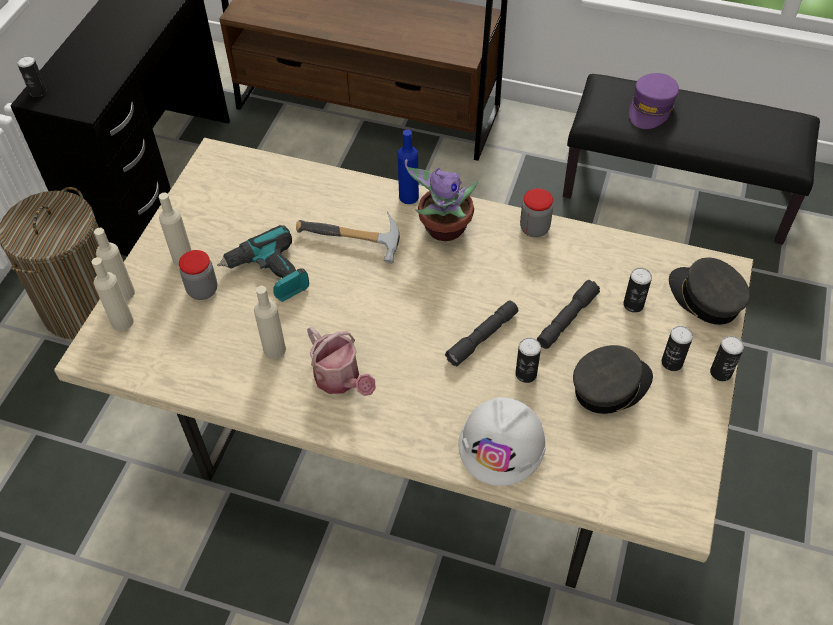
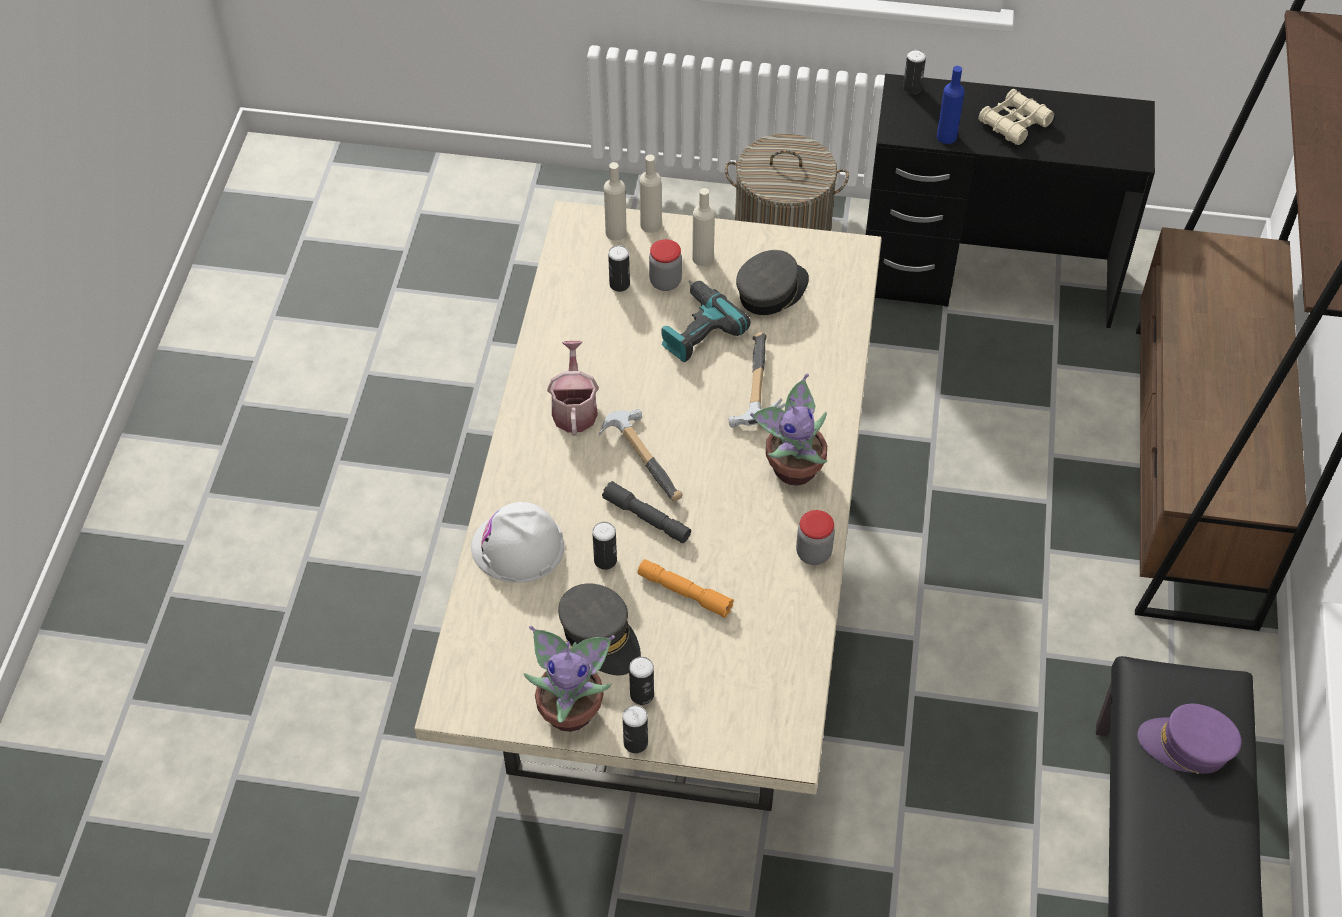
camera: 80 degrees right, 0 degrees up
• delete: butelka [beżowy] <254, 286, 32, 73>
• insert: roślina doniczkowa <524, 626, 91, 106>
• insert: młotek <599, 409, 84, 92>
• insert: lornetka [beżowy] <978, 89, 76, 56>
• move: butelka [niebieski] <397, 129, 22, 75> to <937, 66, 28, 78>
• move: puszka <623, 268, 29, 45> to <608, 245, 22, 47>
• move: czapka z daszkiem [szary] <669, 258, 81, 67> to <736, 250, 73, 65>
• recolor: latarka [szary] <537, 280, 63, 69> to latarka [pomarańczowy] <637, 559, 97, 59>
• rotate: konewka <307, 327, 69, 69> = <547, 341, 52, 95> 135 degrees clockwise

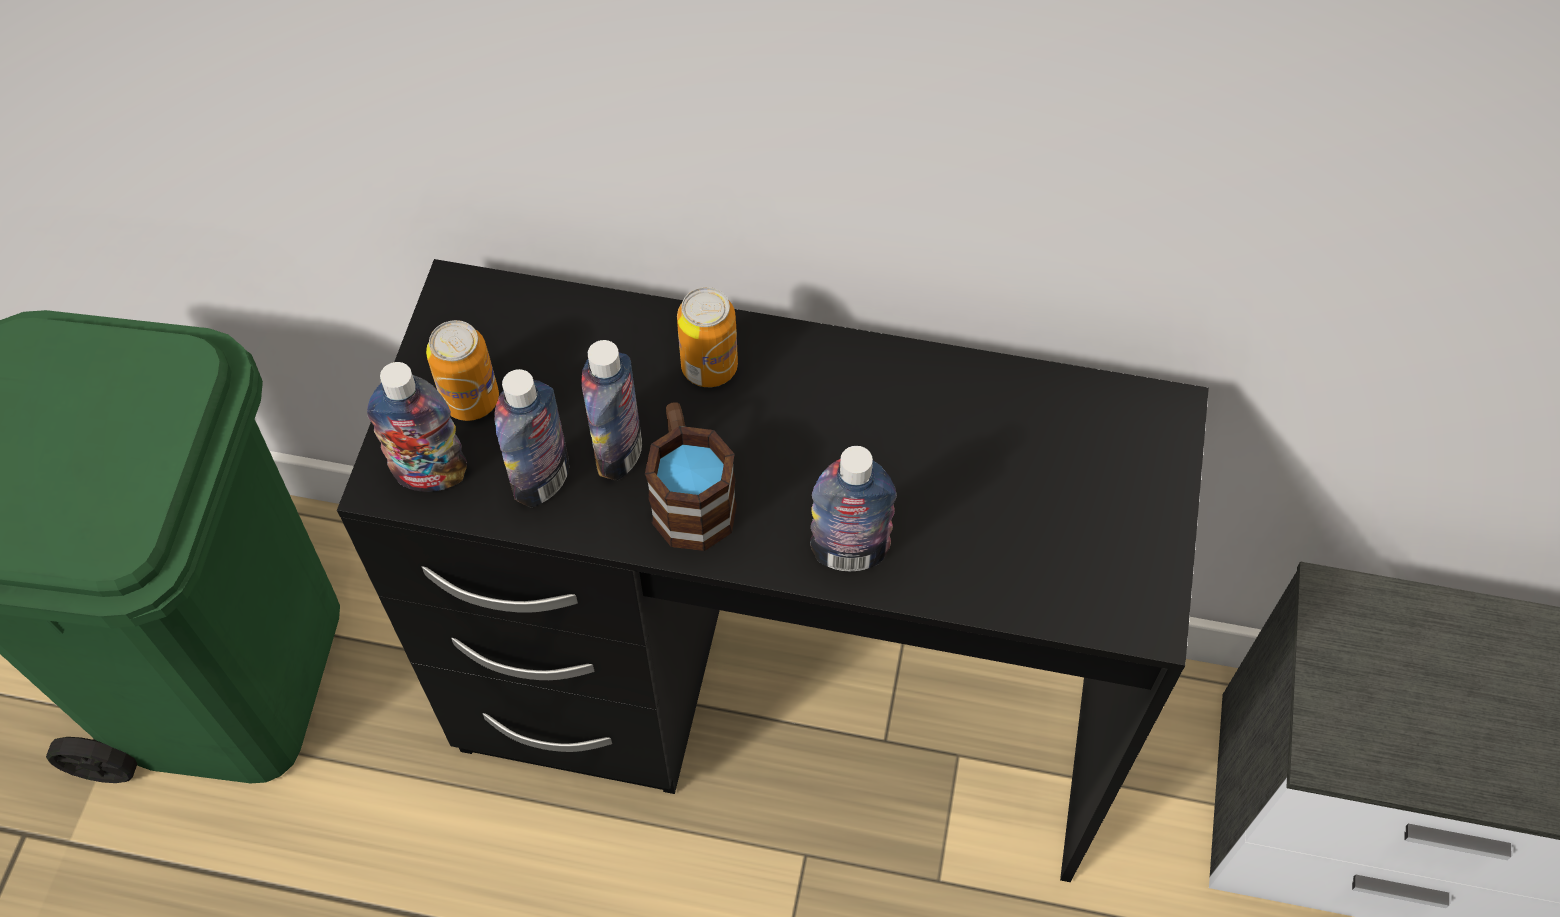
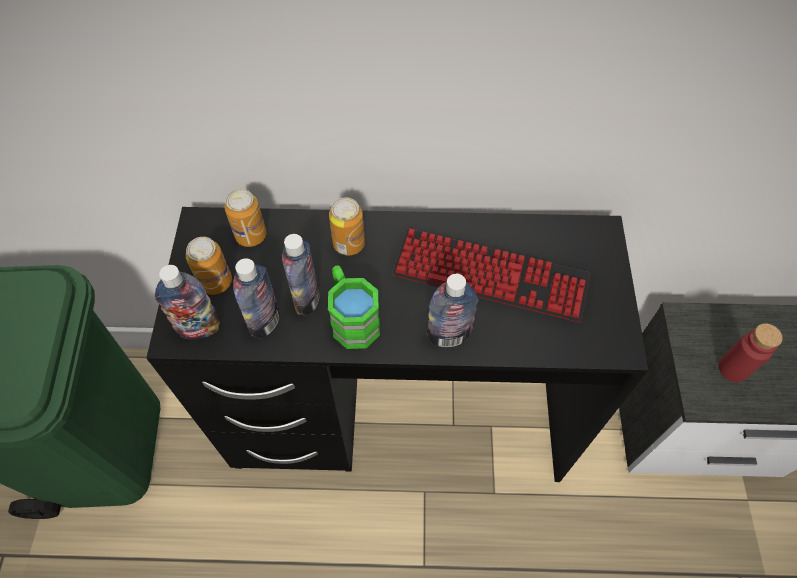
camera: 10 degrees left, 0 degrees up
• insert: puszka <224, 189, 43, 58>
• insert: klawiatura <392, 229, 198, 94>
• insert: butelka [czerwony] <719, 323, 64, 59>
• recolor: kubek [brązowy] <645, 402, 92, 149> to kubek [zielony] <328, 265, 52, 84>

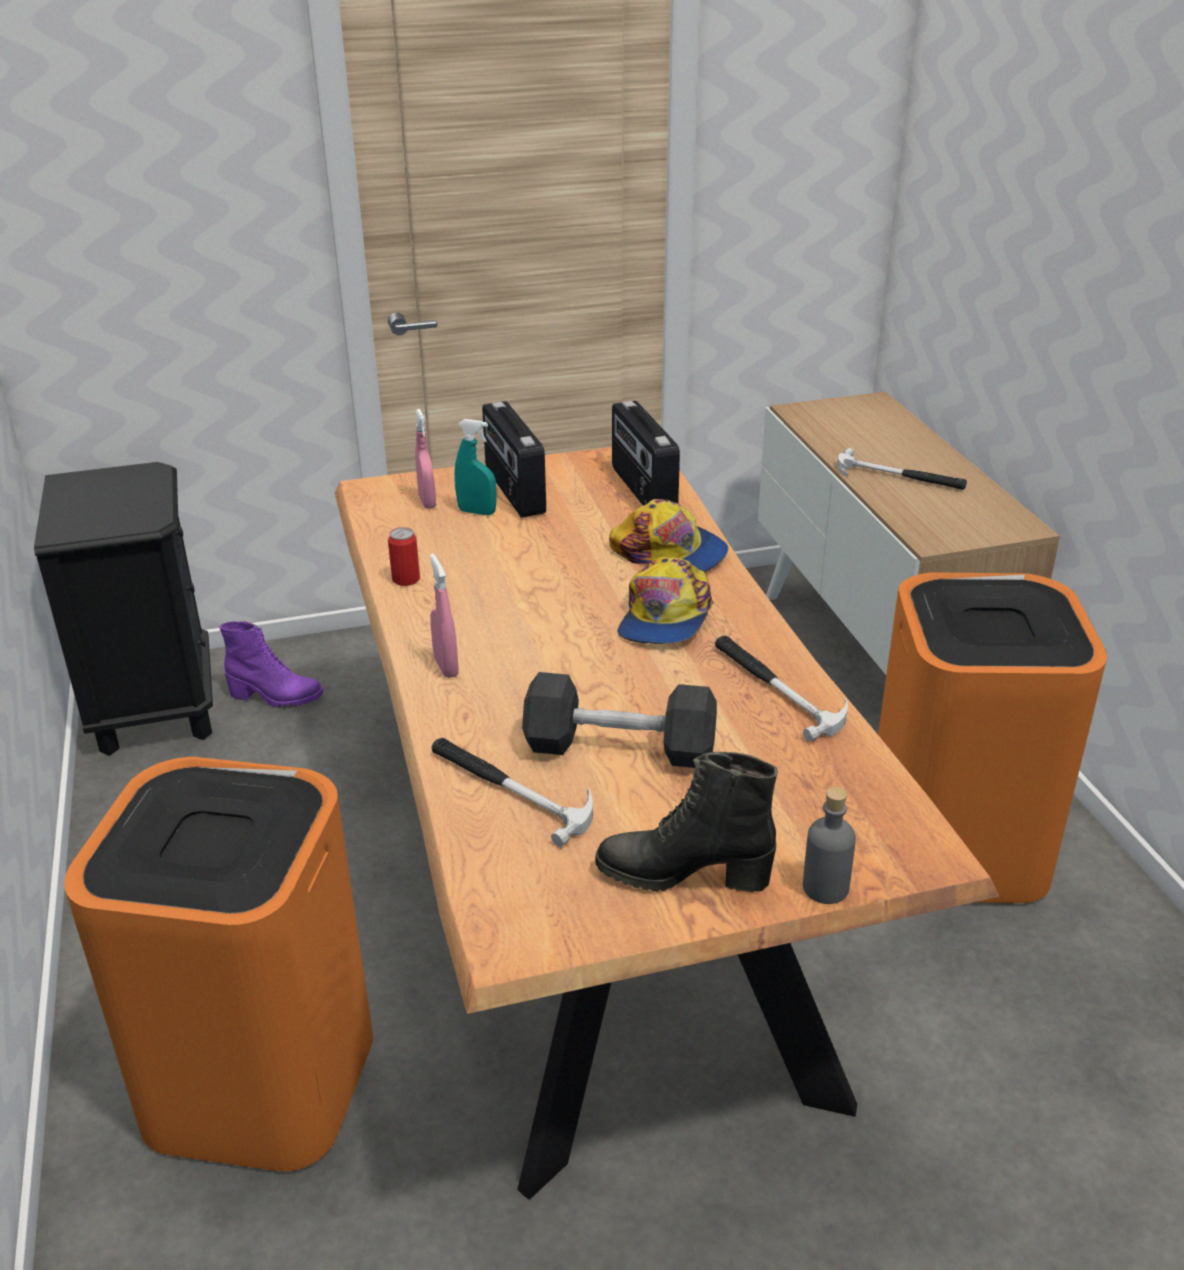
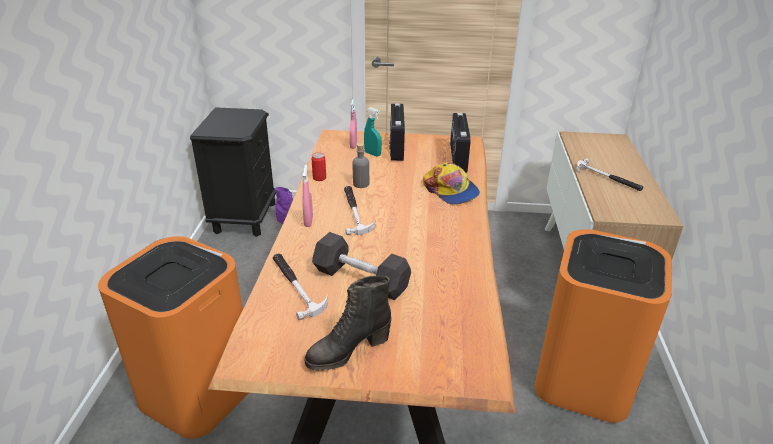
camera: 20 degrees right, 0 degrees up
• delete: czapka z daszkiem <618, 557, 95, 87>
• move: młotek <715, 636, 133, 106> to <344, 186, 31, 49>
• move: butelka [szary] <803, 787, 53, 117> to <352, 143, 17, 45>
• rotate: but z cholewką [czarny] <595, 752, 183, 140> = <304, 276, 87, 95> 60 degrees counterclockwise

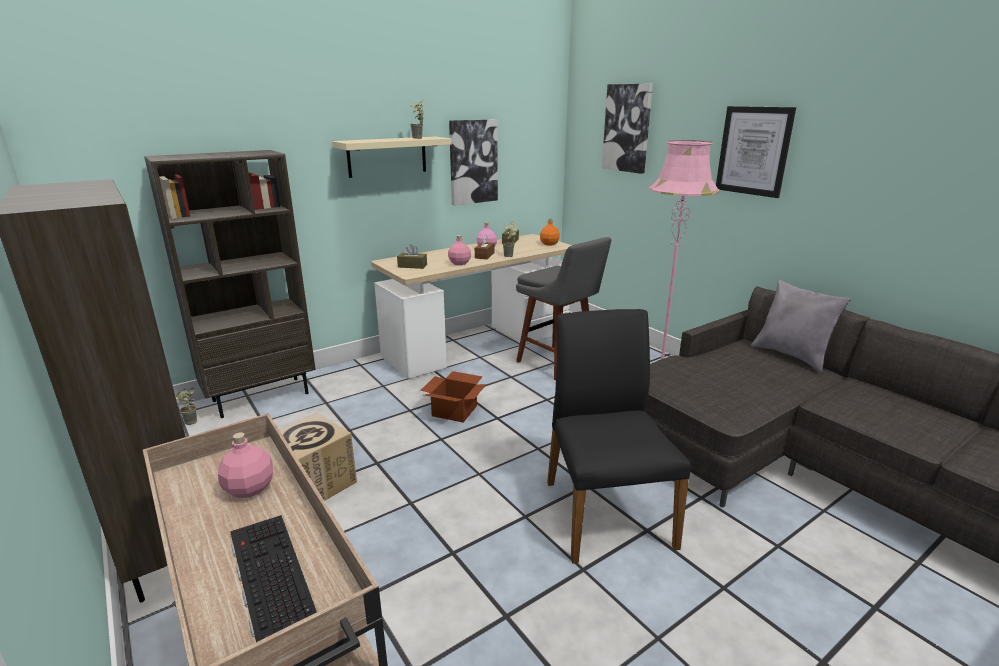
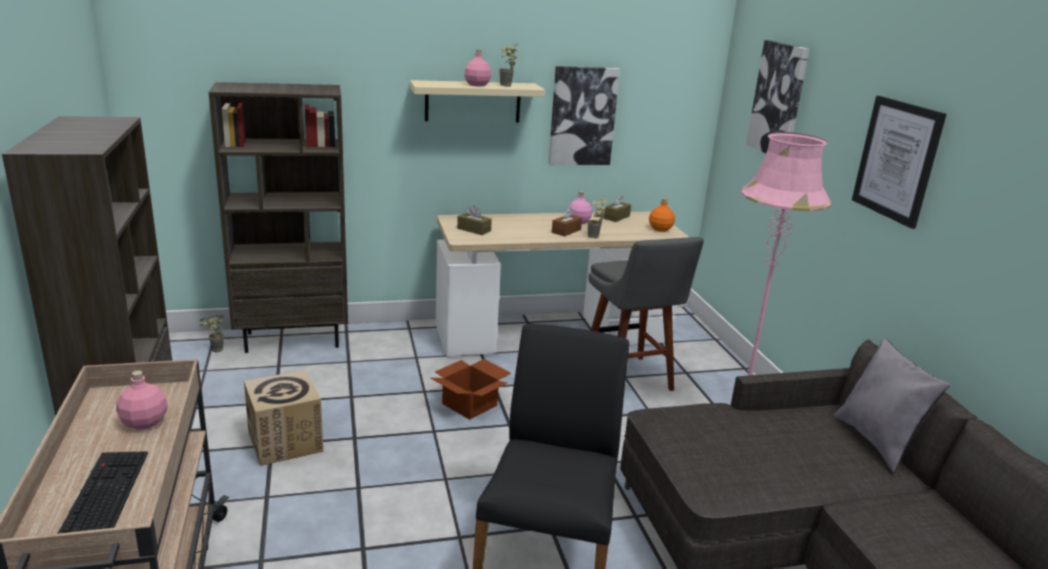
camera: 20 degrees right, 0 degrees up
• move: butelka [różowy] <448, 235, 23, 30> to <464, 49, 27, 38>

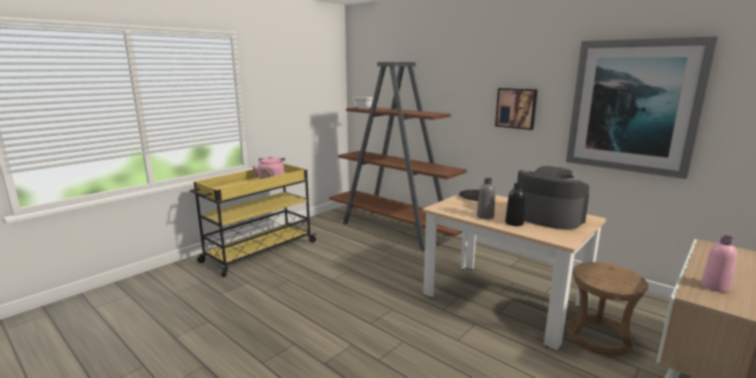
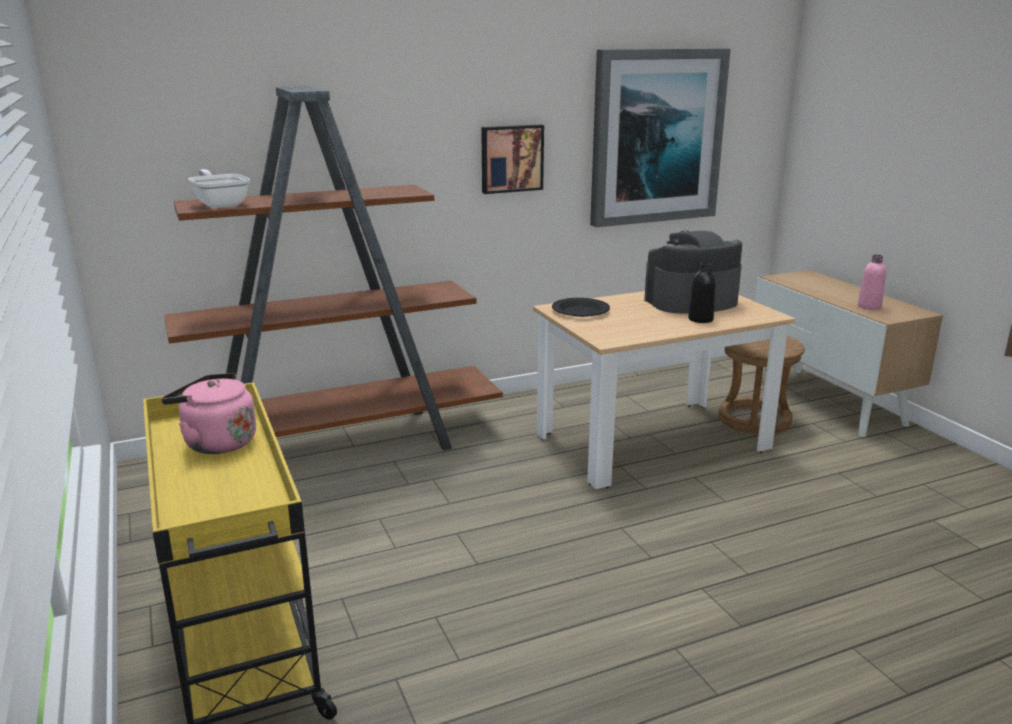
camera: 65 degrees left, 5 degrees up
• delete: butelka [szary] <477, 178, 18, 41>

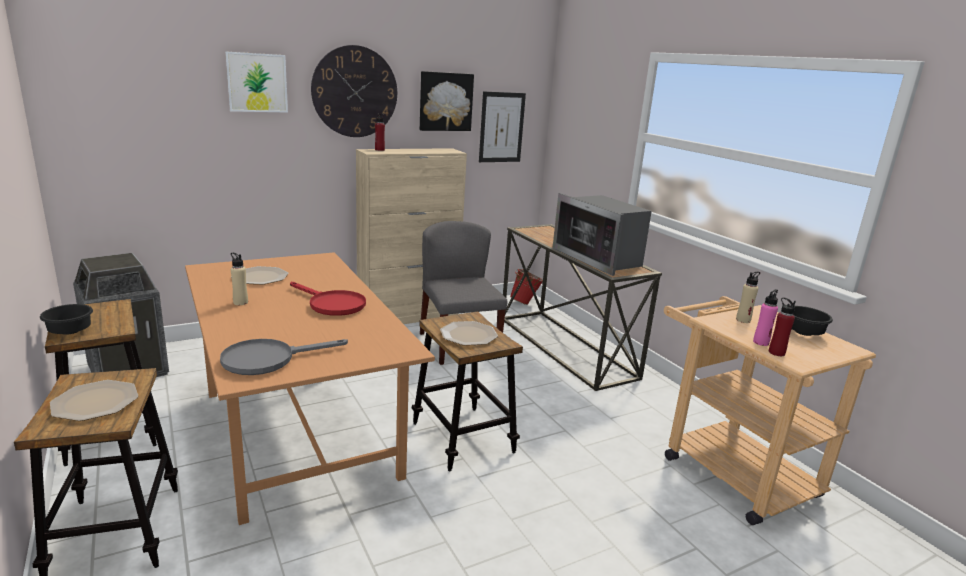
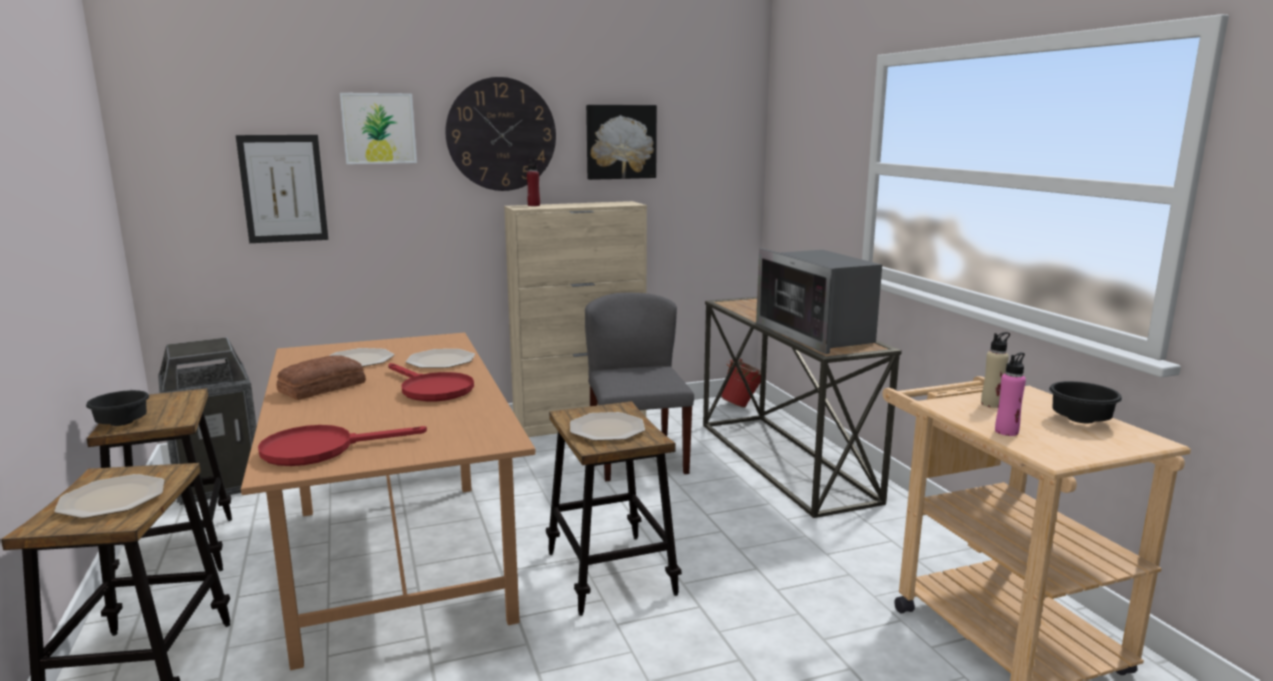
camera: 10 degrees right, 5 degrees down
• delete: butelka [czerwony] <769, 297, 27, 59>
• insert: talerz <405, 349, 70, 19>
• move: obraz <479, 92, 47, 70> to <236, 135, 92, 108>
• replace: butelka [beżowy] <231, 253, 17, 52> to chleb <277, 355, 89, 45>
• recolor: patelnia [szary] <220, 339, 128, 36> to patelnia [czerwony] <258, 425, 169, 41>

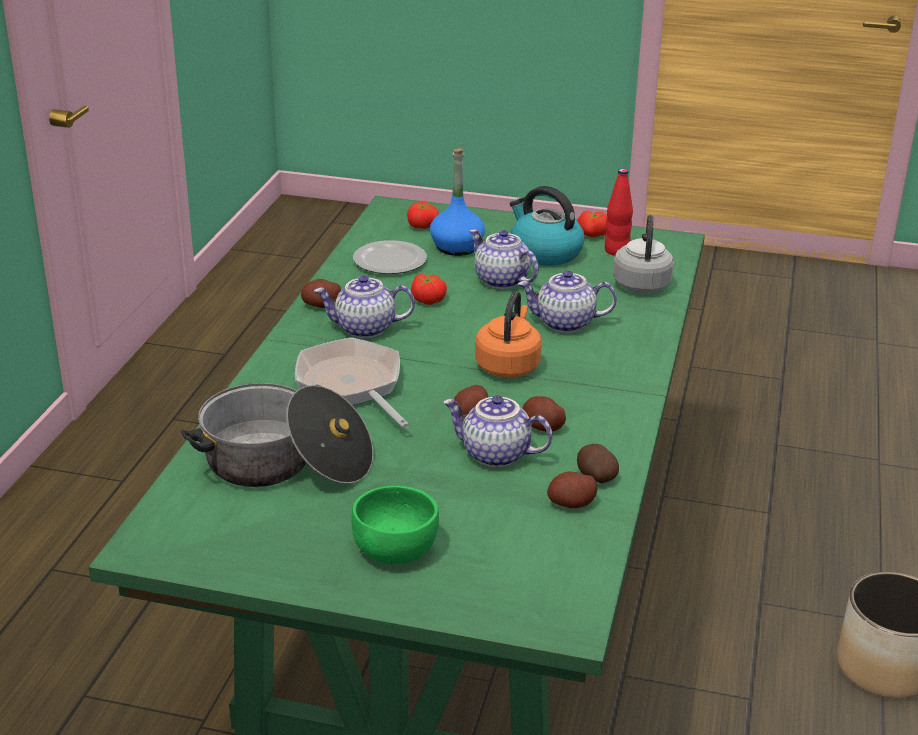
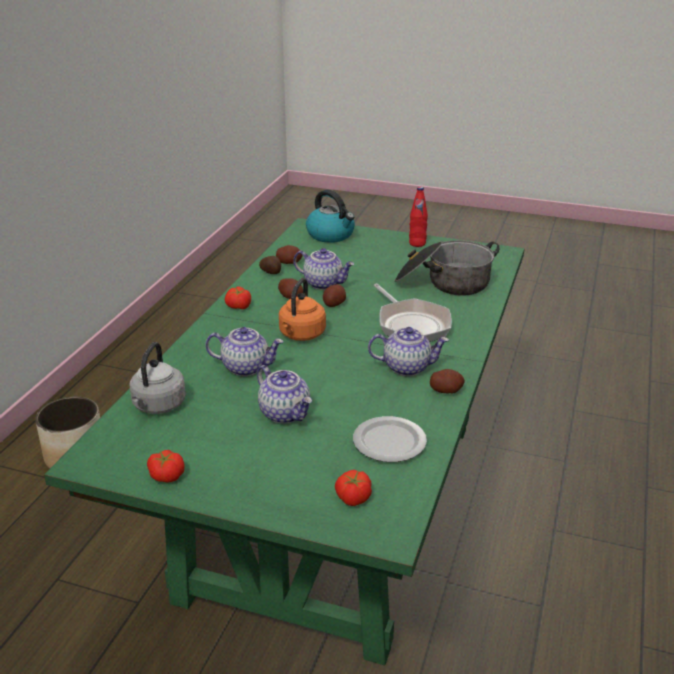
camera: 175 degrees left, 0 degrees up
• delete: miska [zielony] <351, 486, 88, 78>
• delete: butelka [niebieski] <430, 148, 55, 108>
• move: pomidor <411, 274, 36, 31> to <225, 286, 26, 23>
• move: czajnik <510, 186, 74, 80> to <306, 190, 49, 53>
• move: butelka [czerwony] <605, 169, 28, 87> to <409, 187, 19, 60>

